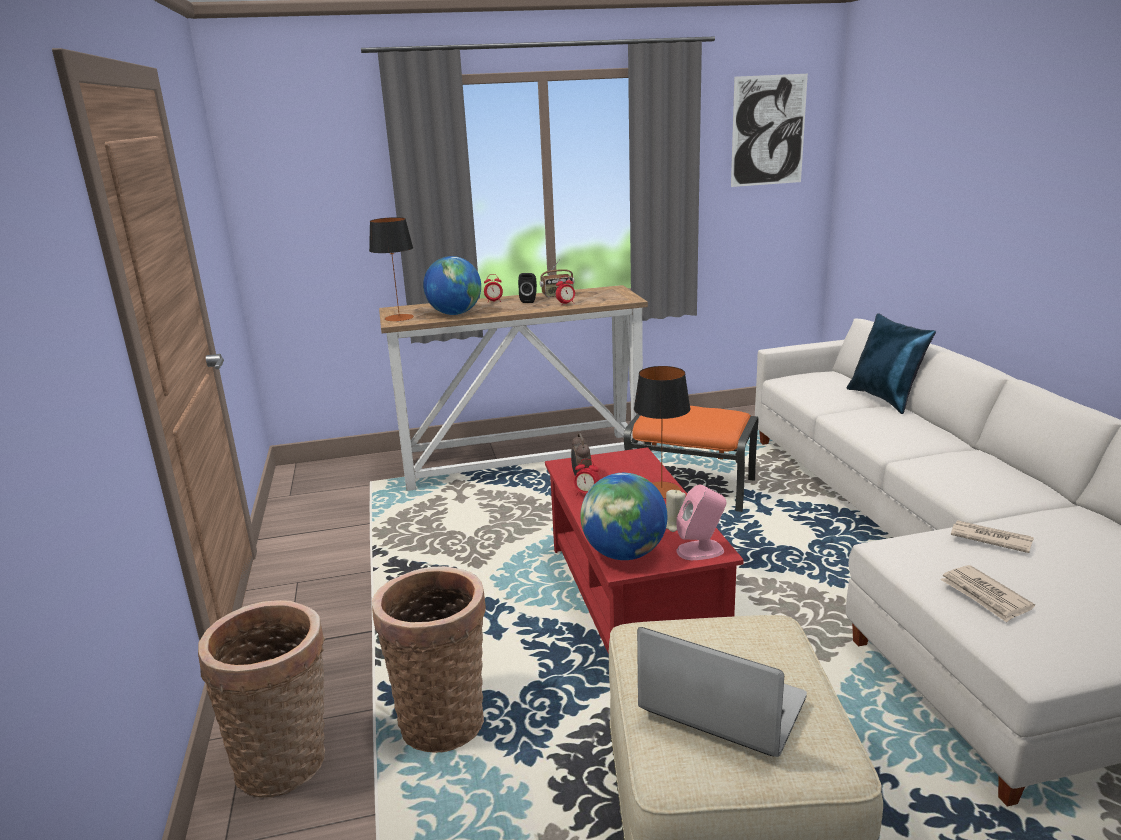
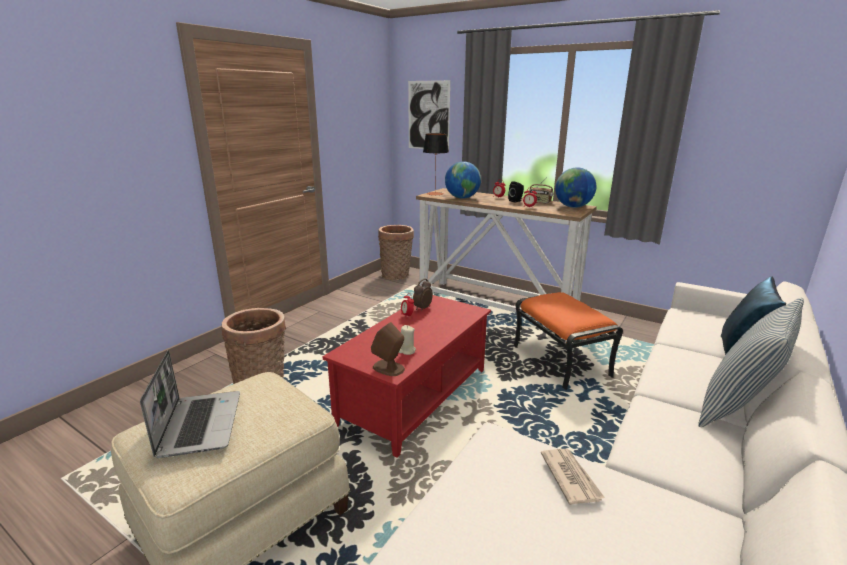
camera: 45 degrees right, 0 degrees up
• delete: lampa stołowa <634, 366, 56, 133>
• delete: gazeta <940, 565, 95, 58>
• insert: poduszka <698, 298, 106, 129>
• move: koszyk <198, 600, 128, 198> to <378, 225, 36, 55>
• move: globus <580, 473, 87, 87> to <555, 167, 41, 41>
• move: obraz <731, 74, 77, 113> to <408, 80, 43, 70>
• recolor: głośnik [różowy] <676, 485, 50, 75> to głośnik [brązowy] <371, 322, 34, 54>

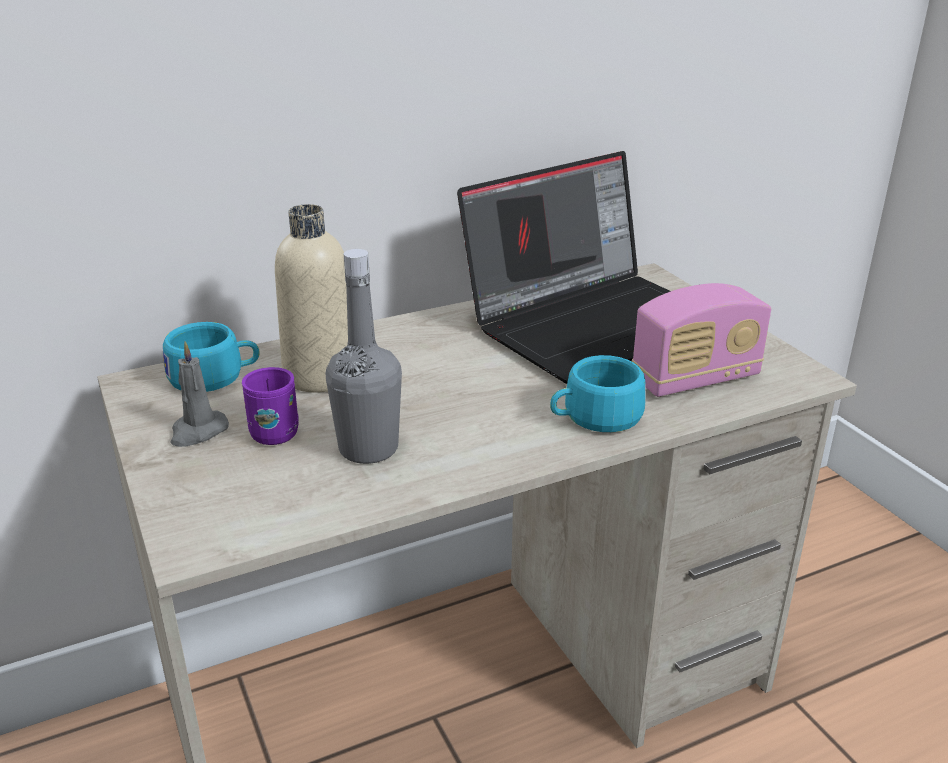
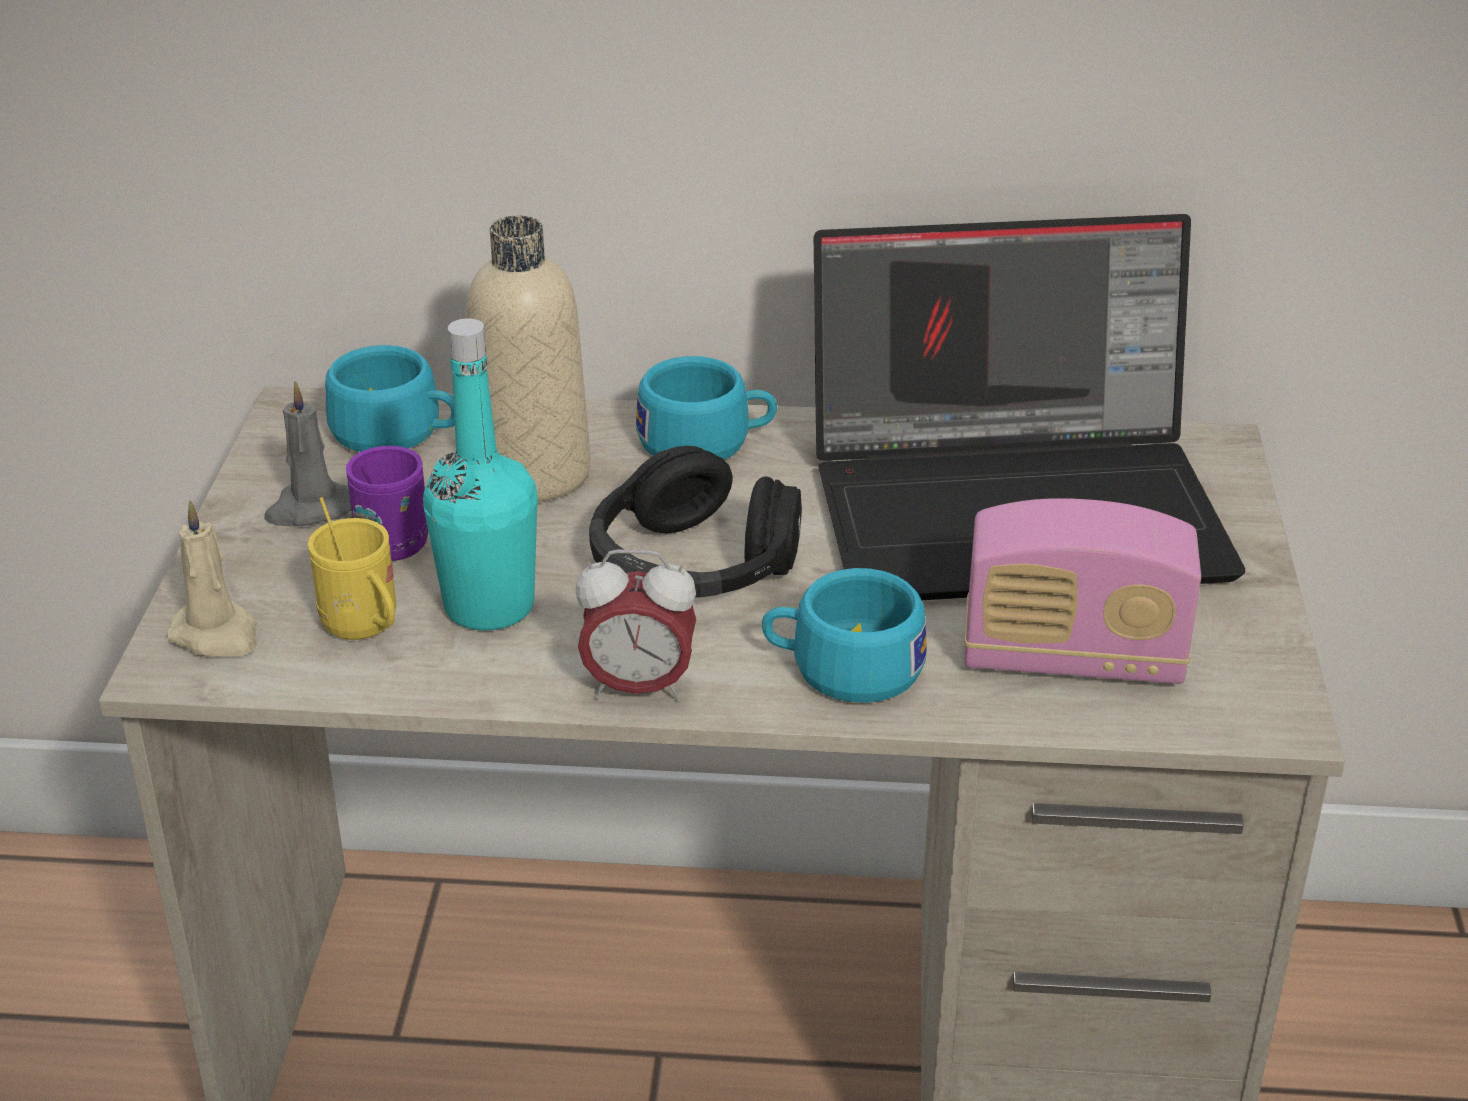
camera: 30 degrees right, 5 degrees up
• insert: świeca [beżowy] <167, 500, 90, 157>
• insert: kubek [żółty] <308, 497, 88, 143>
• insert: budzik <576, 549, 120, 153>
• insert: słuchawki [czarny] <589, 446, 213, 152>
• insert: filiżanka [turkusowy] <636, 356, 141, 104>
• recolor: butelka [szary] <326, 249, 76, 215> to butelka [turkusowy] <423, 318, 115, 312>

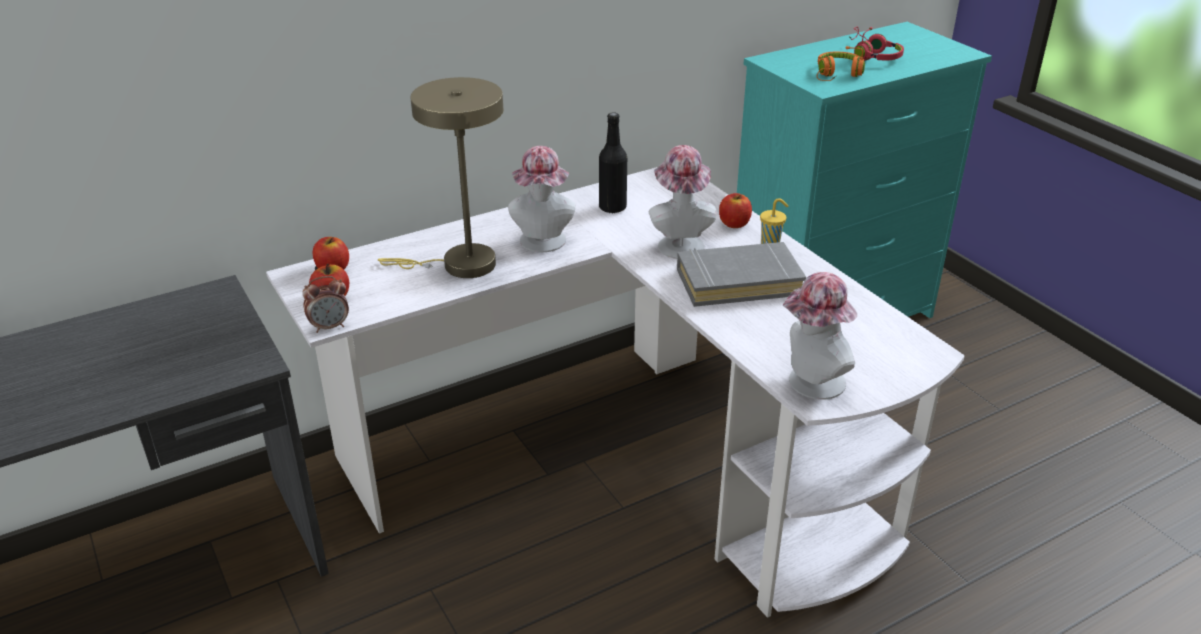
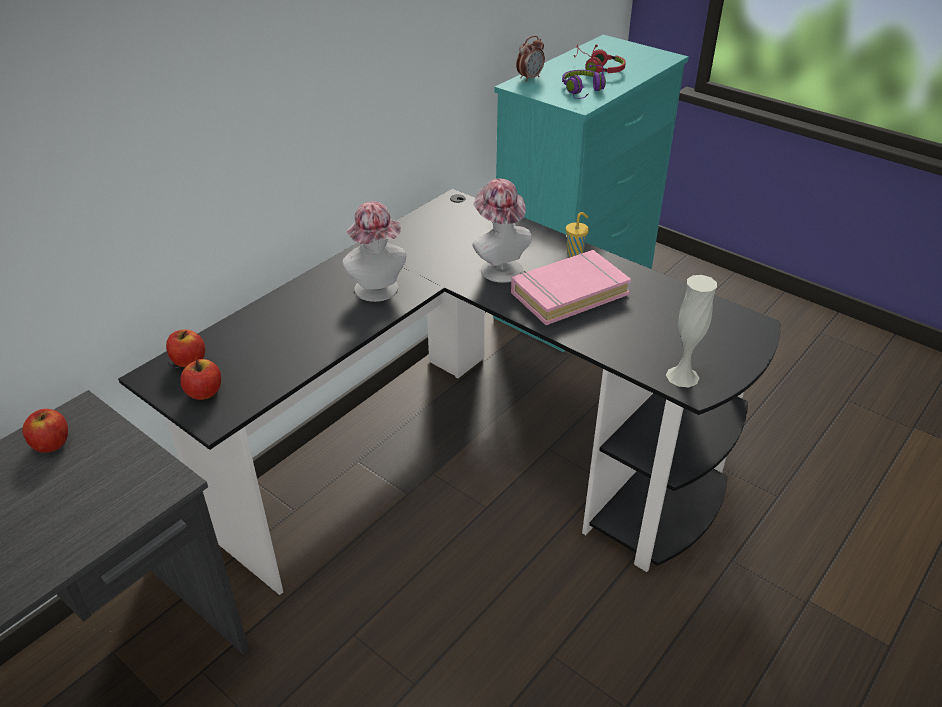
camera: 20 degrees left, 5 degrees up
• delete: lampa stołowa [beżowy] <378, 77, 125, 201>
• delete: butelka [czarny] <599, 112, 28, 102>
• move: budzik <302, 276, 47, 57> to <516, 36, 29, 46>
• move: jabłko <719, 193, 33, 35> to <22, 409, 46, 44>
• replace: kapelusz <783, 272, 74, 128> to wazon [biały] <666, 275, 51, 112>
• recolor: biurko [biały] <266, 167, 699, 451> to biurko [czarny] <118, 189, 663, 406>
• recolor: książka [szary] <677, 241, 129, 66> to książka [różowy] <511, 250, 120, 75>
• recolor: słuchawki [pomarańczowy] <817, 46, 48, 35> to słuchawki [fioletowy] <562, 65, 44, 34>

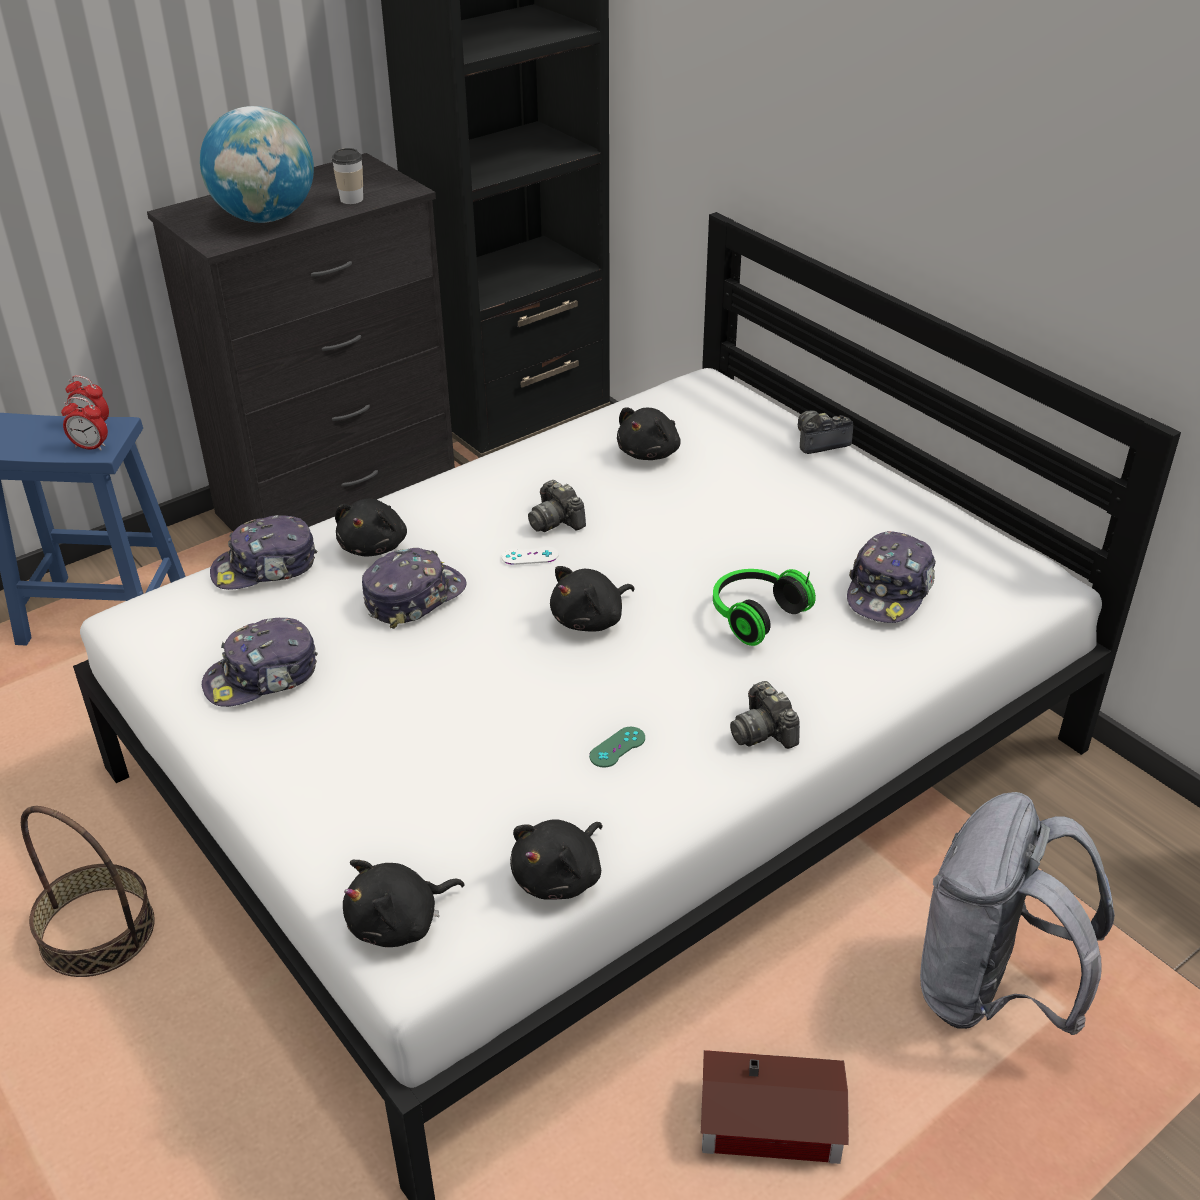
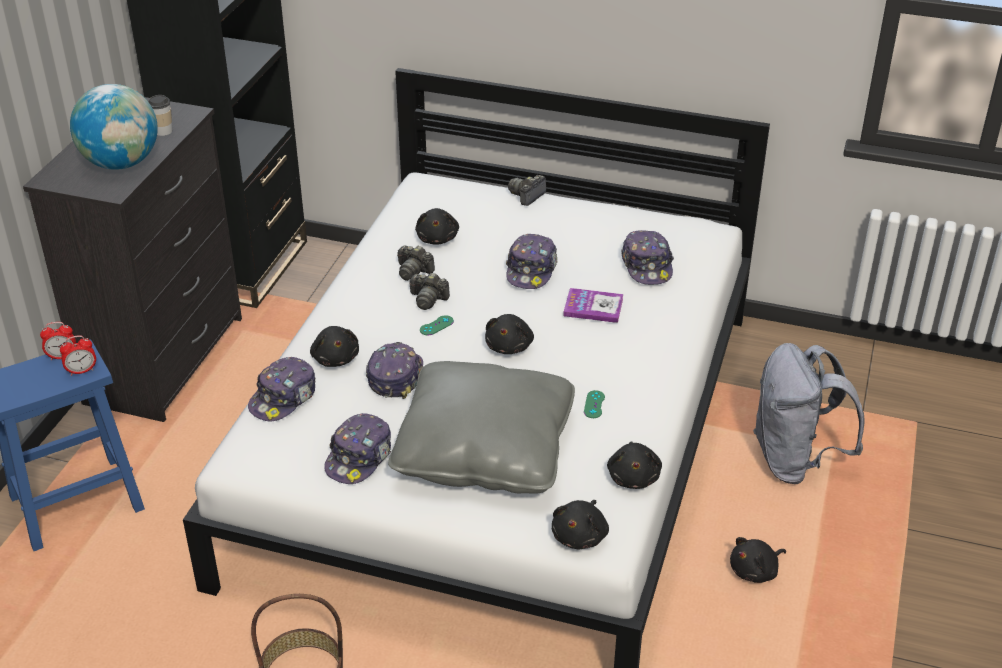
camera: 35 degrees left, 0 degrees up
• insert: poduszka [szary] <388, 361, 187, 133>
• insert: czapka z daszkiem <506, 234, 52, 55>
• move: aparat fotograficzny <730, 681, 70, 68> to <397, 245, 38, 36>
• replace: domek <701, 1050, 148, 114> to pluszak [czarny] <730, 537, 56, 46>
• replace: słuchawki <713, 569, 103, 77> to książka <563, 288, 60, 35>
• recolor: pad do gier [biały] <502, 546, 57, 19> to pad do gier [zielony] <420, 315, 34, 20>

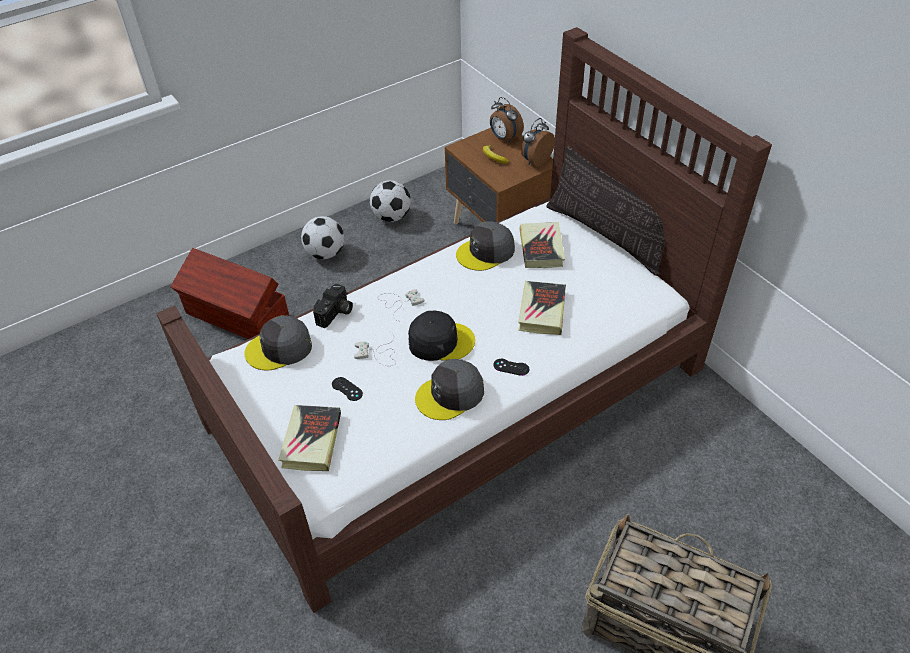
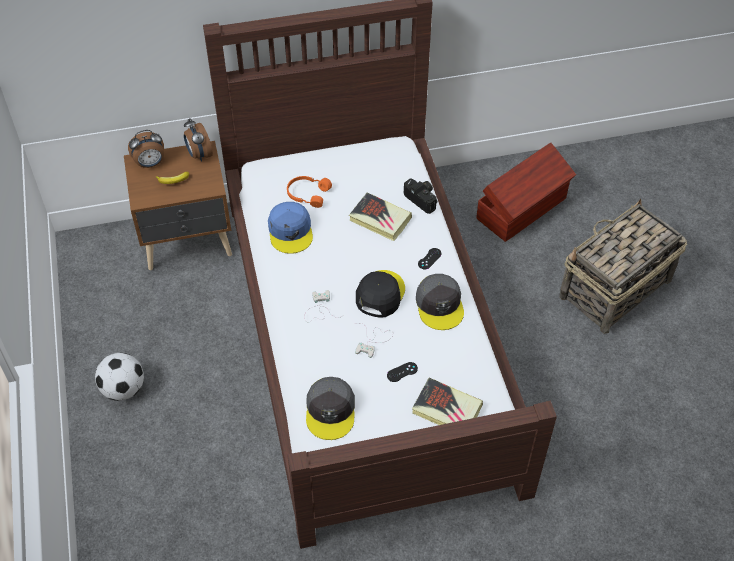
camera: 70 degrees left, 5 degrees up
• delete: piłka futbolowa <370, 180, 41, 42>
• delete: poduszka <546, 146, 119, 130>
• move: pojemnik do przechowywania [brązowy] <170, 248, 119, 91> to <476, 143, 100, 99>
• move: aparat fotograficzny <313, 284, 40, 44> to <404, 178, 34, 36>
• replace: książka <519, 222, 46, 46> to słuchawki [pomarańczowy] <287, 176, 45, 32>
• recolor: czapka z daszkiem [szary] <456, 221, 59, 50> to czapka z daszkiem [niebieski] <268, 202, 45, 52>

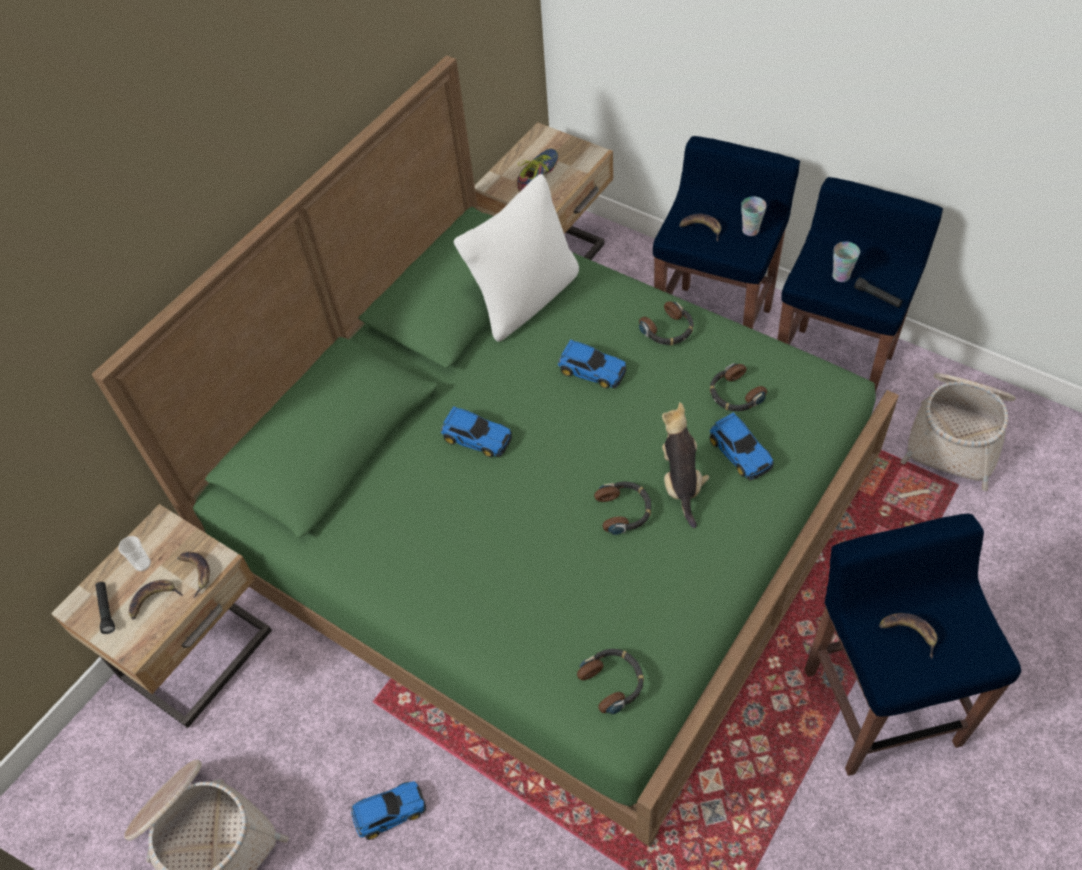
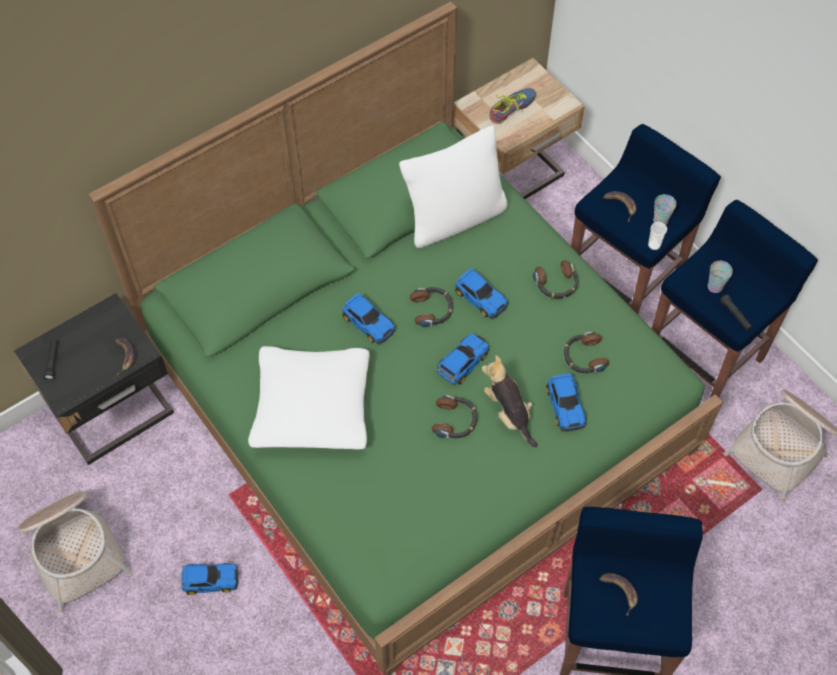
camera: 15 degrees right, 5 degrees up
• delete: banan <129, 580, 54, 40>
• insert: poduszka [biały] <248, 346, 122, 103>
• insert: samochodzik <437, 334, 52, 51>
• move: filiżanka <118, 536, 33, 35> to <648, 222, 19, 28>
• move: słuchawki <577, 649, 67, 65> to <410, 287, 43, 41>
• recolor: szafka nocna [beżowy] <51, 504, 221, 224> to szafka nocna [czarny] <14, 293, 160, 172>
• rotate: pluszak <662, 402, 47, 126> = <482, 355, 55, 92> 45 degrees counterclockwise

